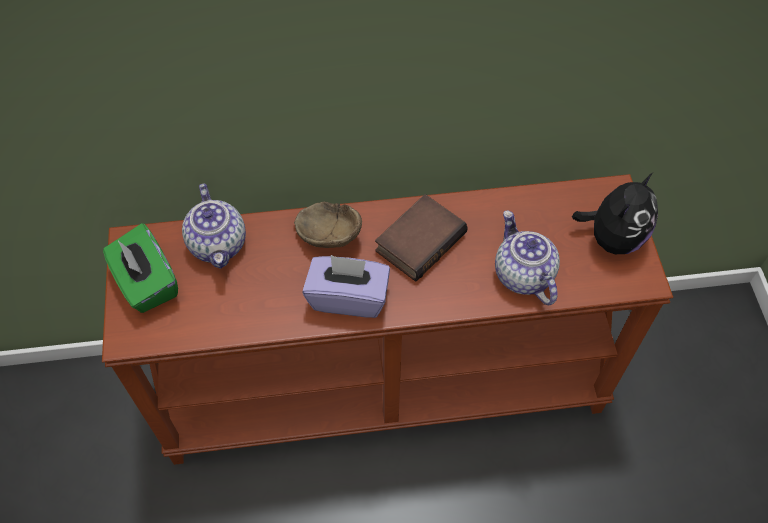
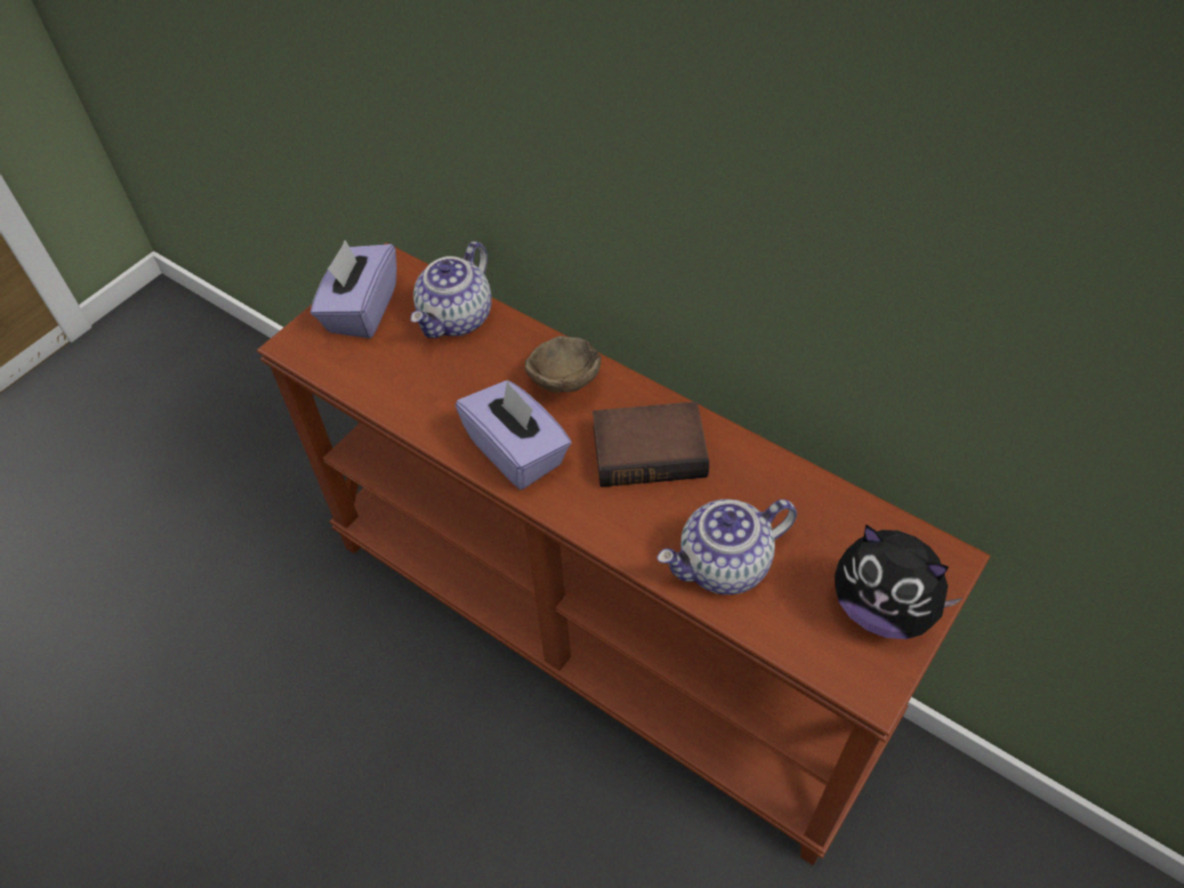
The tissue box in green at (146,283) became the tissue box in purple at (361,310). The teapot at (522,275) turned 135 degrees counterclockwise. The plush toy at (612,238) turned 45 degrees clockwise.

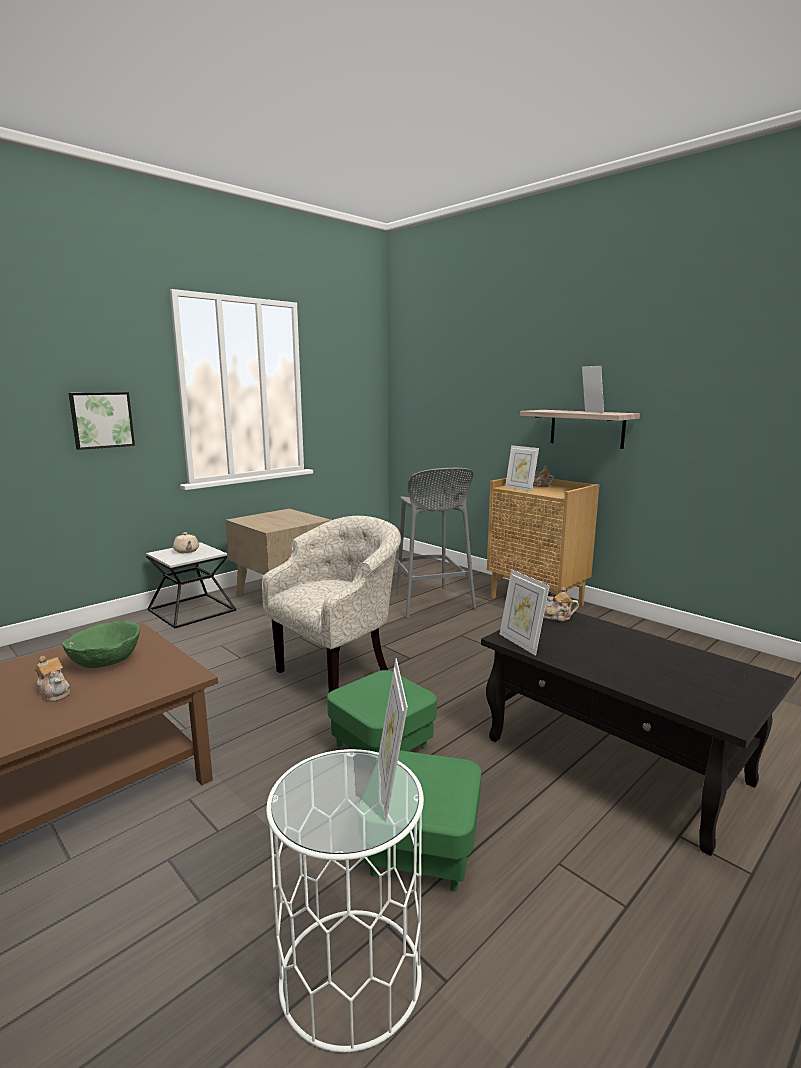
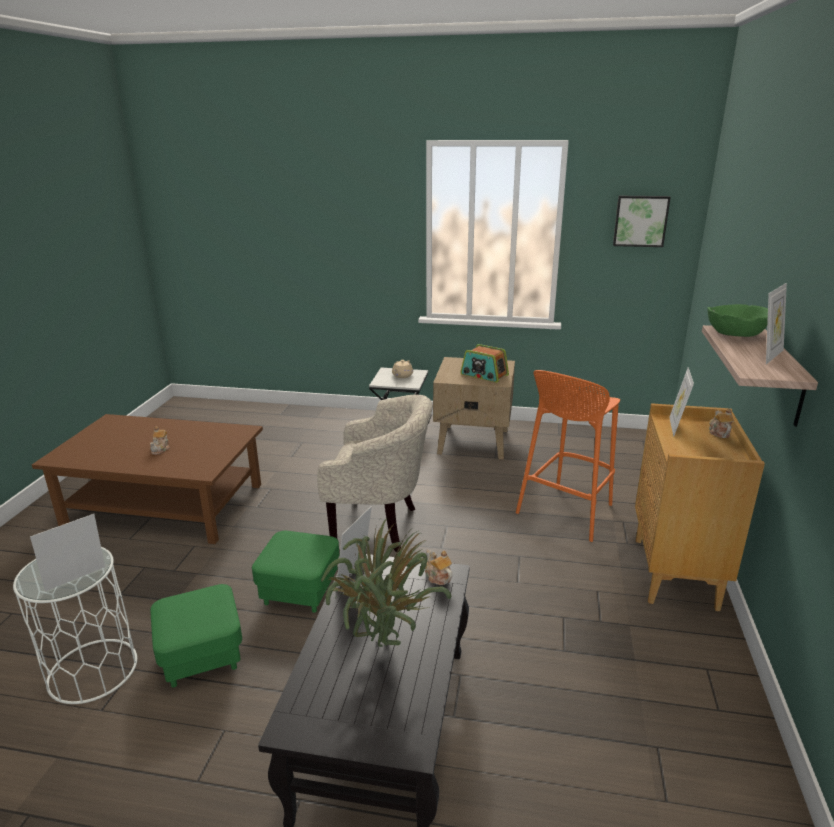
The potted plant at (381,647) appeared. The radio at (484,375) appeared. The bowl in green moved from (105,661) to (735,334). The picture moved from (101,420) to (640,221). The stool in grey at (431,602) became the stool in orange at (567,512).

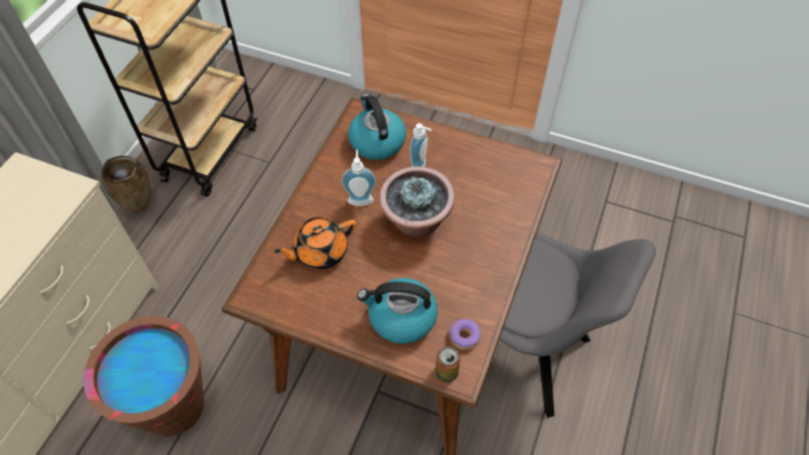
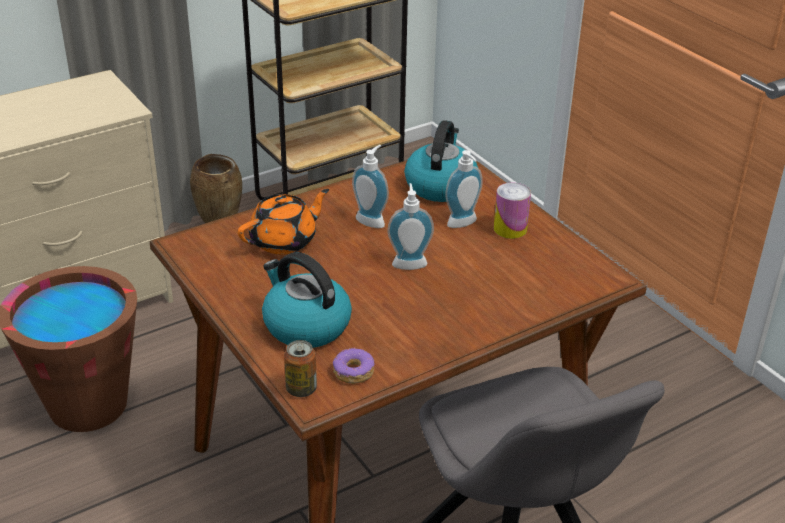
The can at (510,229) appeared. The potted plant at (416,222) was replaced by the soap dispenser at (409,262). The teapot in orange at (320,251) turned 135 degrees clockwise.

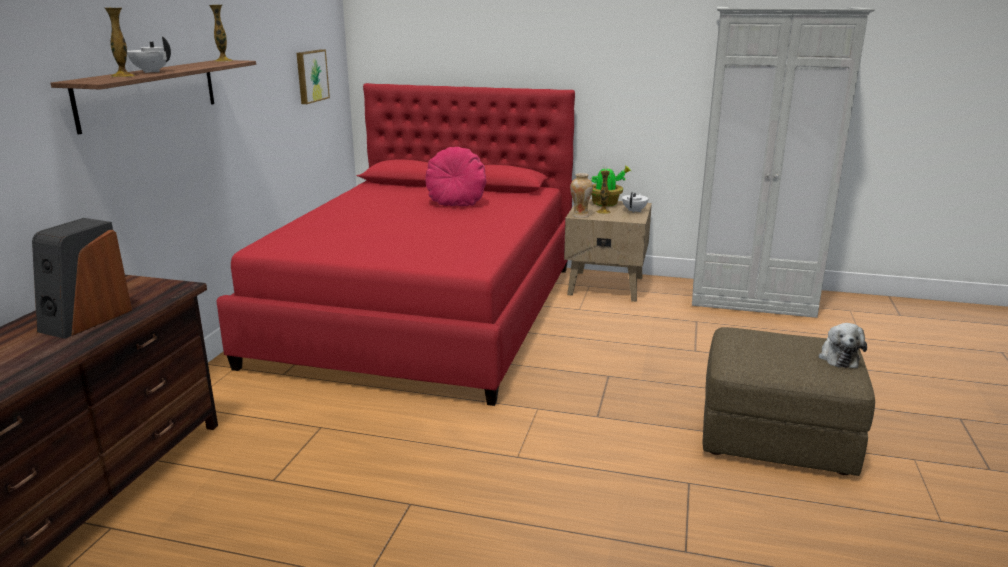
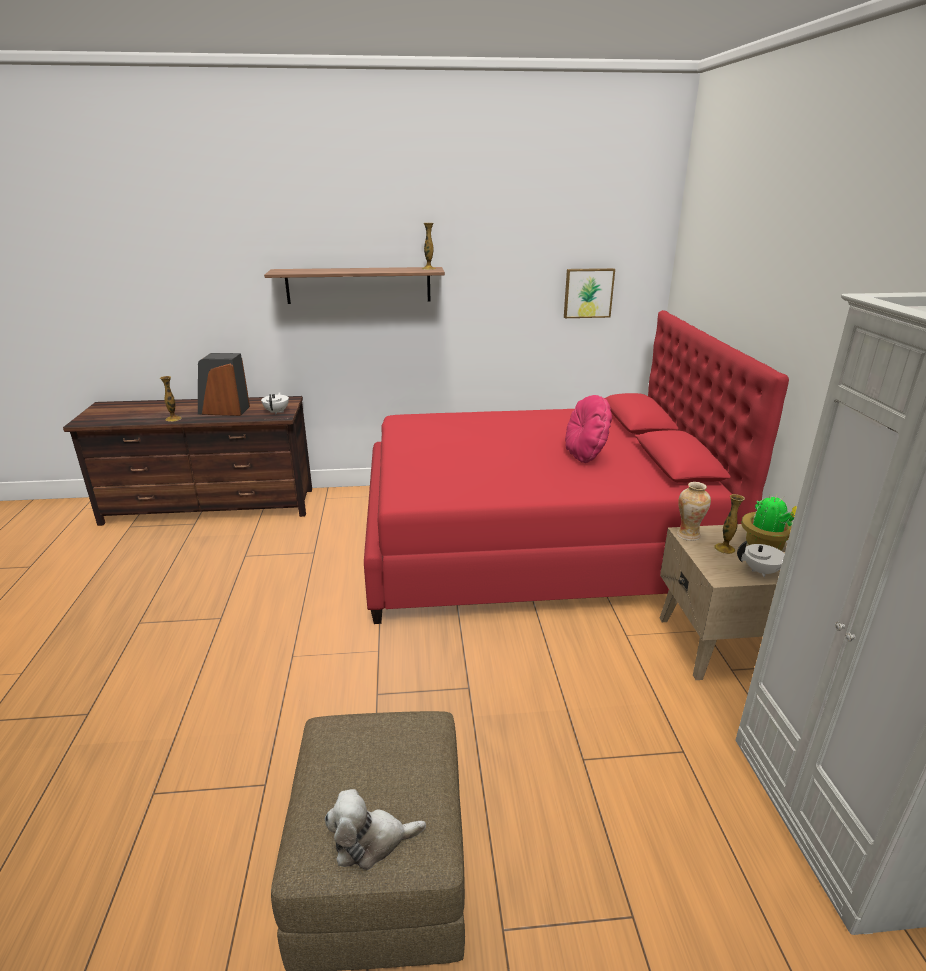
The vase moved from (123,76) to (173,419). The teapot in white moved from (151,71) to (277,412).

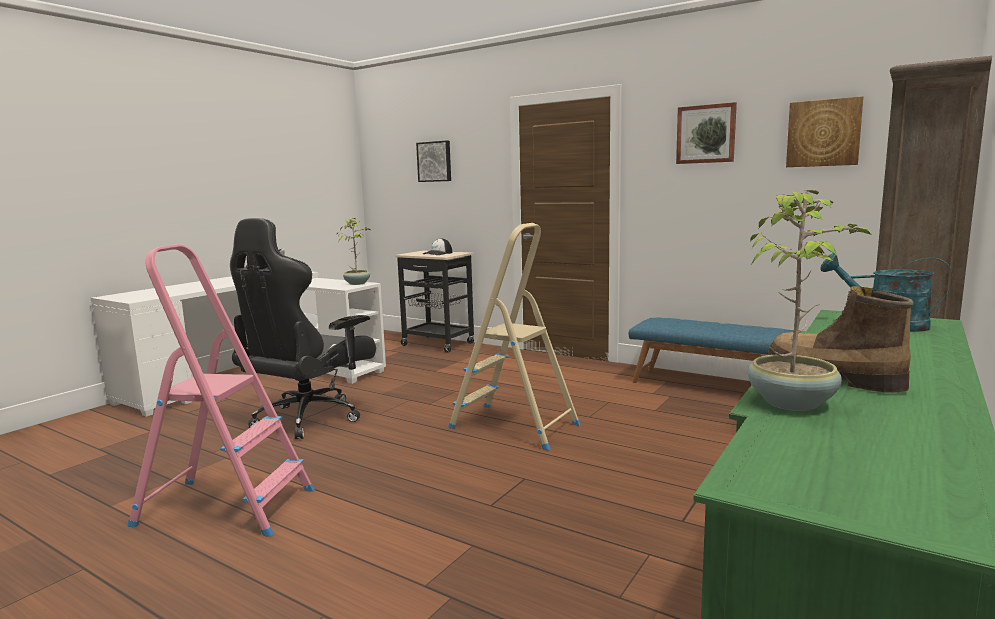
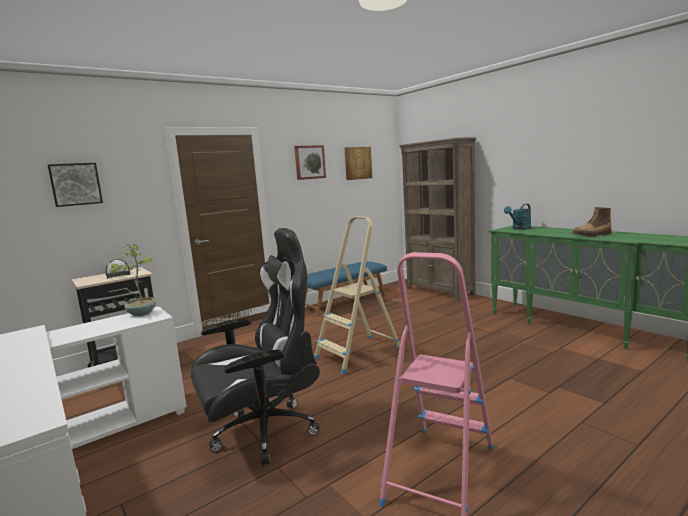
The potted plant at (792,402) disappeared. The office chair in black at (312,417) turned 75 degrees counterclockwise.

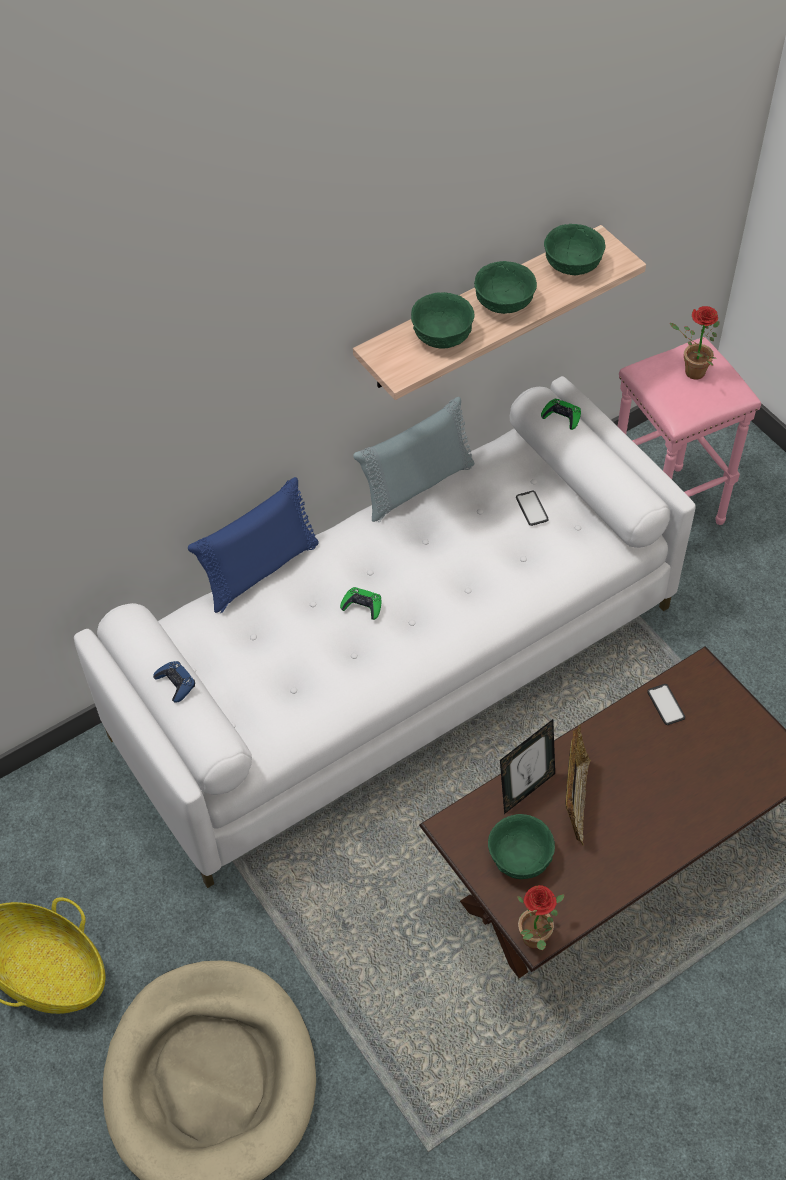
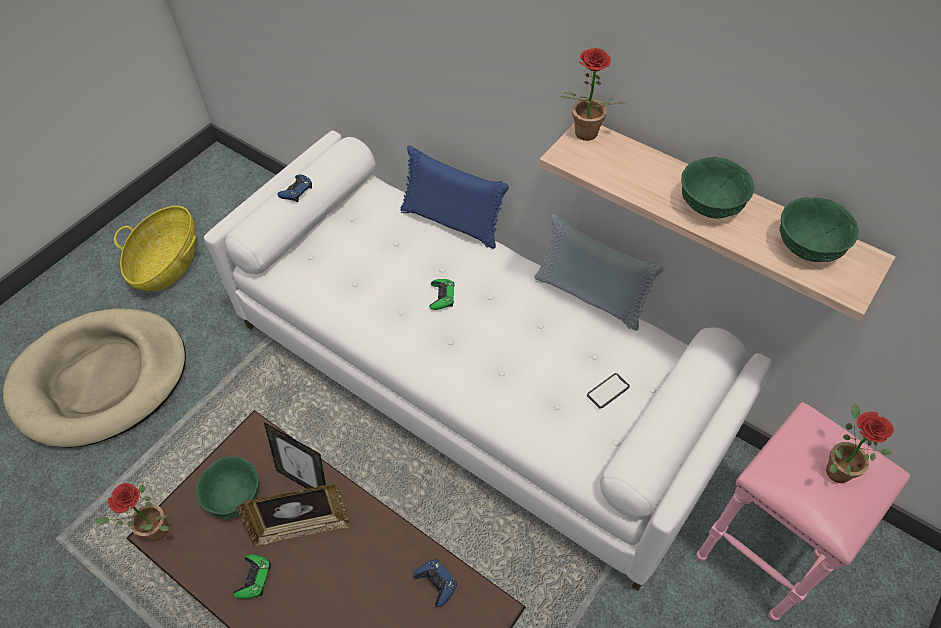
The bowl in green at (443,336) disappeared. The potted plant at (583,136) appeared. The game controller in green moved from (561,417) to (254,578). The phone at (666,705) was replaced by the game controller in blue at (436,583).

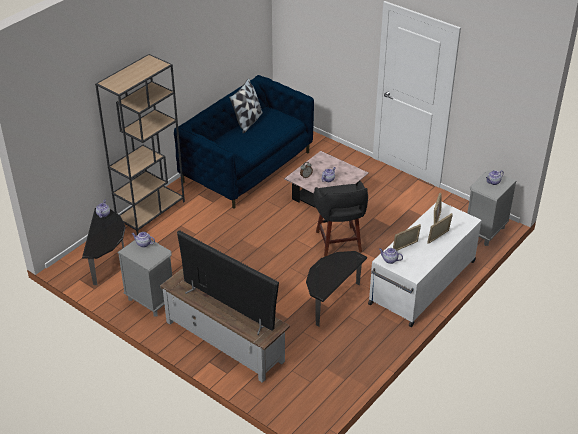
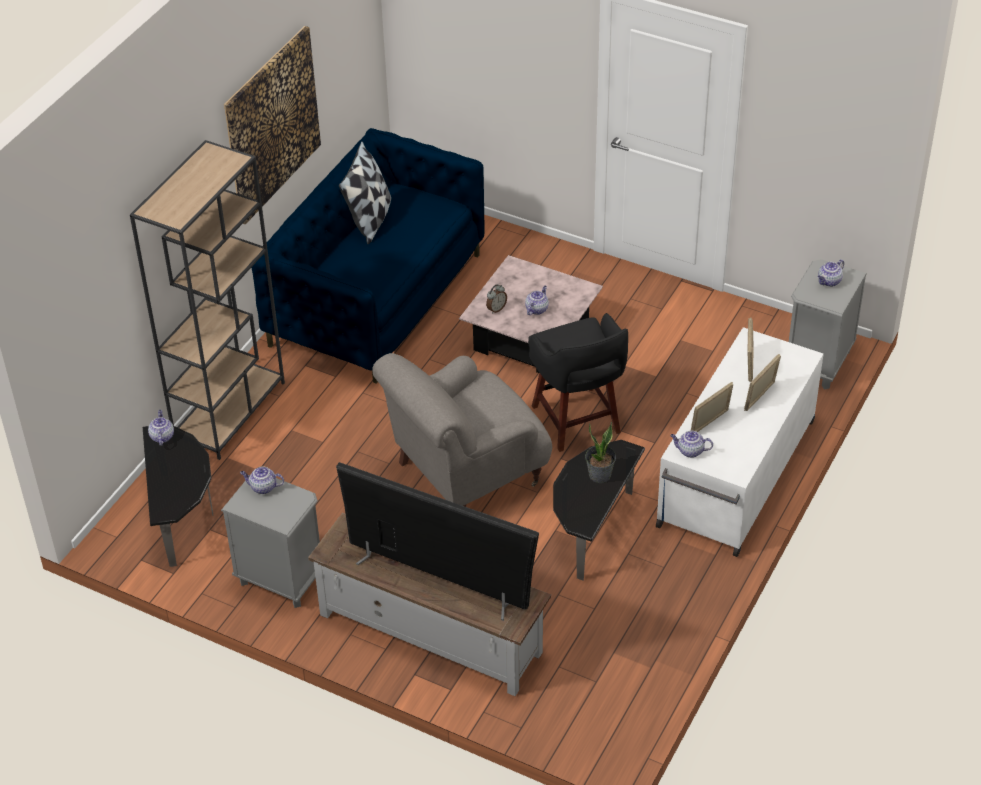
The picture at (272,124) appeared. The armchair in grey at (465,475) appeared. The potted plant at (600,475) appeared.

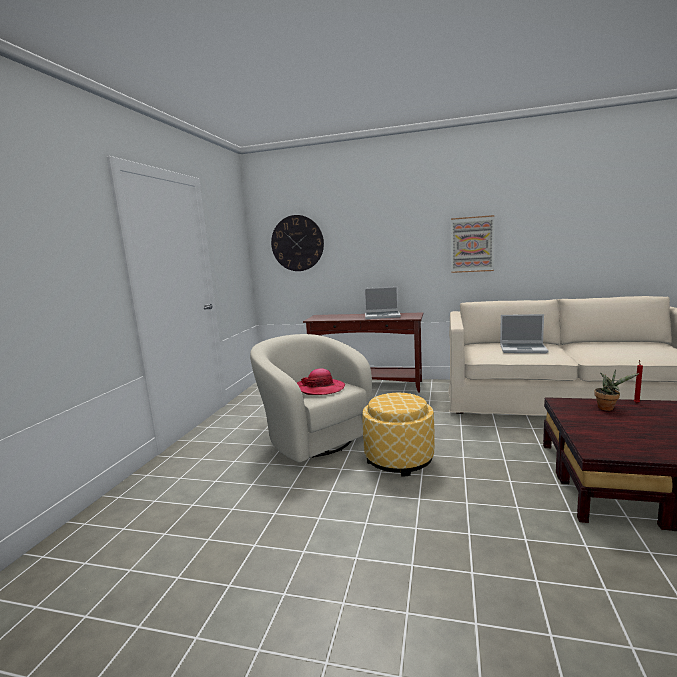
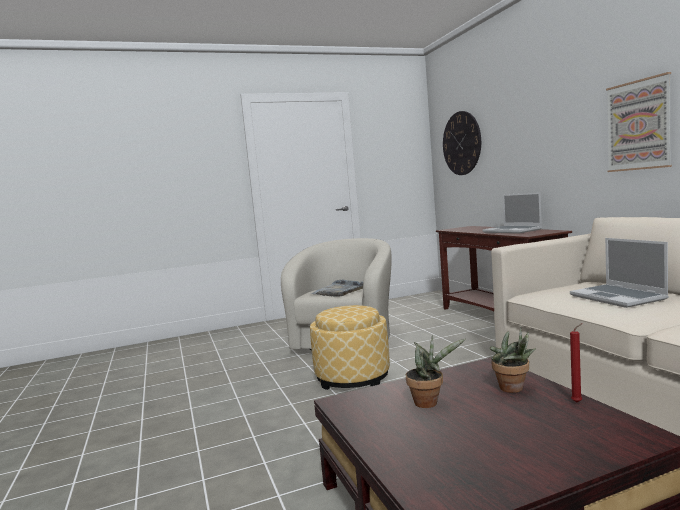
The potted plant at (429,402) appeared. The hat at (320,388) was replaced by the tray in grey at (340,290).

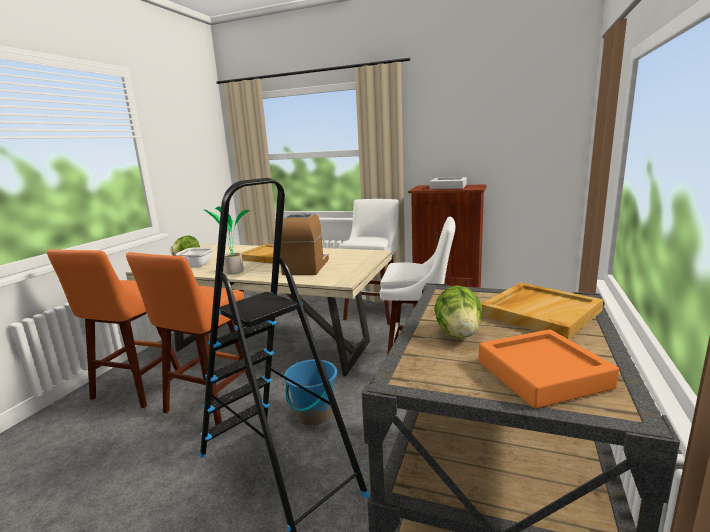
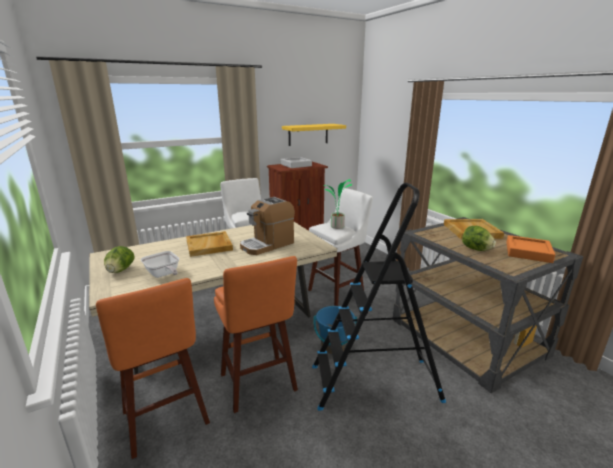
The shelf in yellow at (308,134) appeared. The potted plant moved from (233,272) to (337,227). The coffee machine at (306,266) turned 90 degrees counterclockwise.

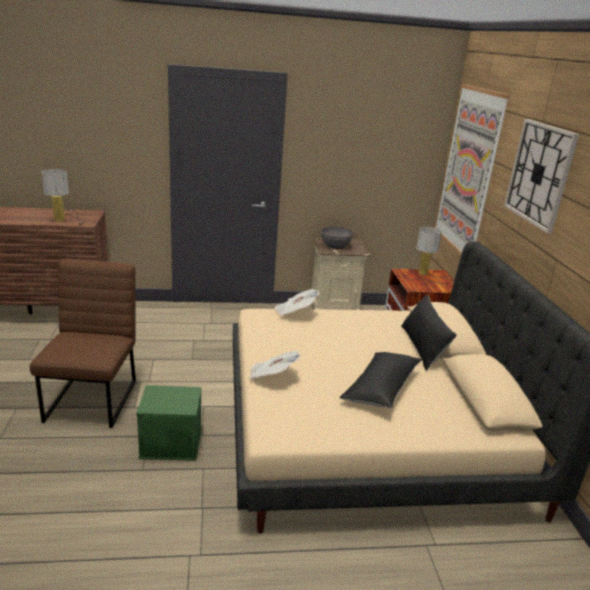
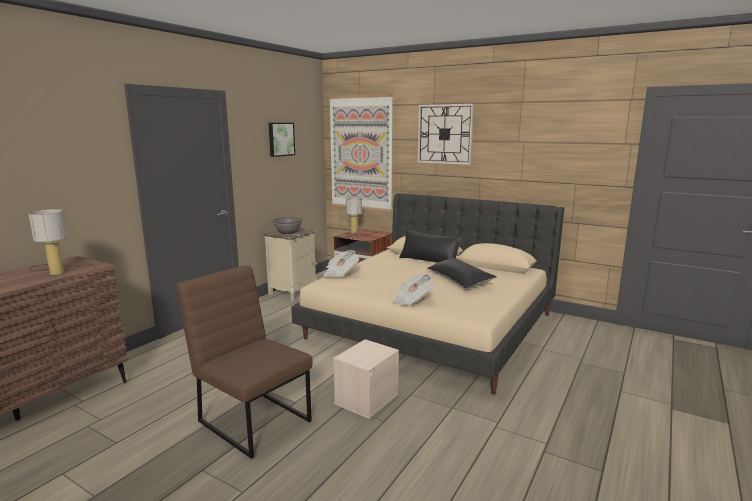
The picture at (280,139) appeared. The storage box in green at (172,443) became the storage box in beige at (366,398).

